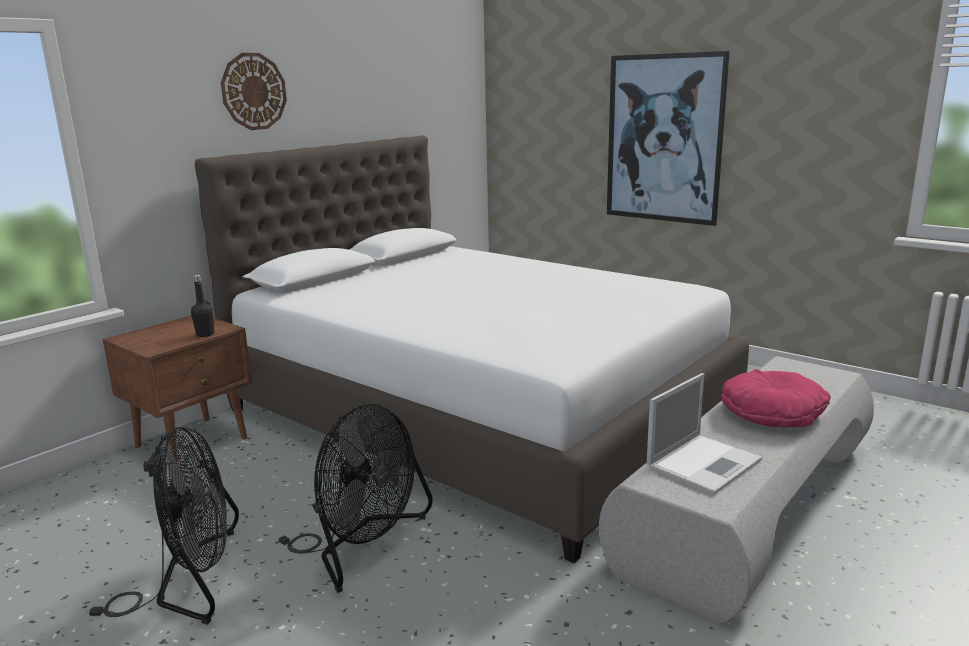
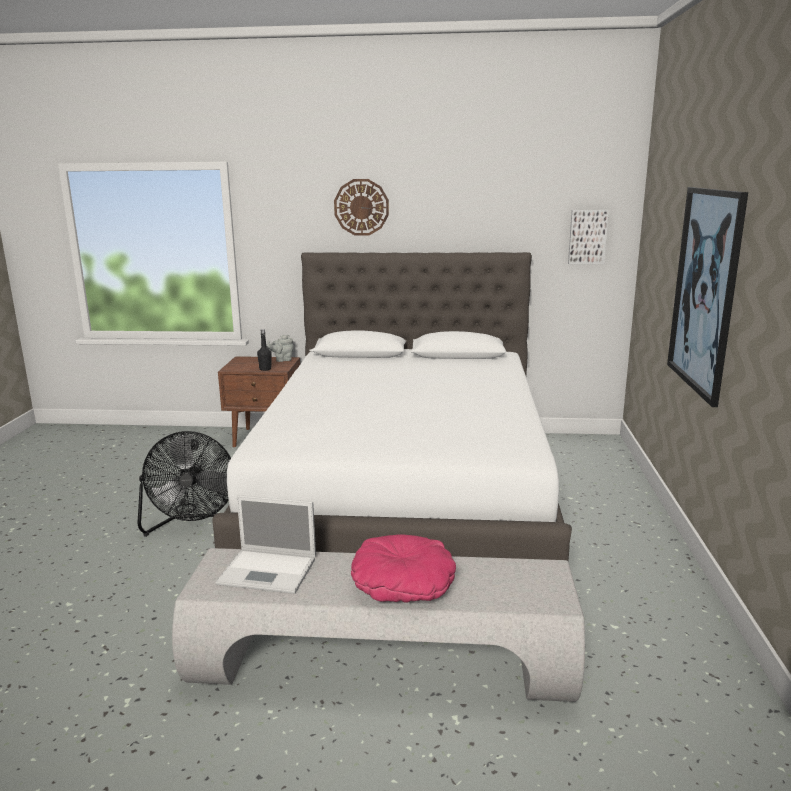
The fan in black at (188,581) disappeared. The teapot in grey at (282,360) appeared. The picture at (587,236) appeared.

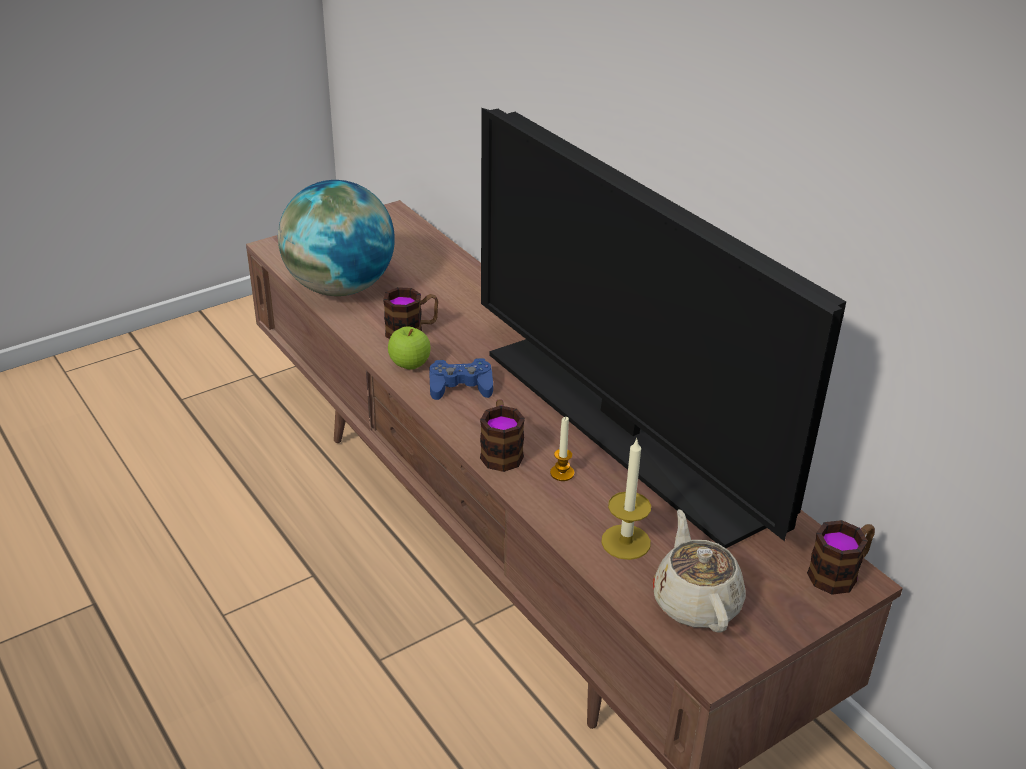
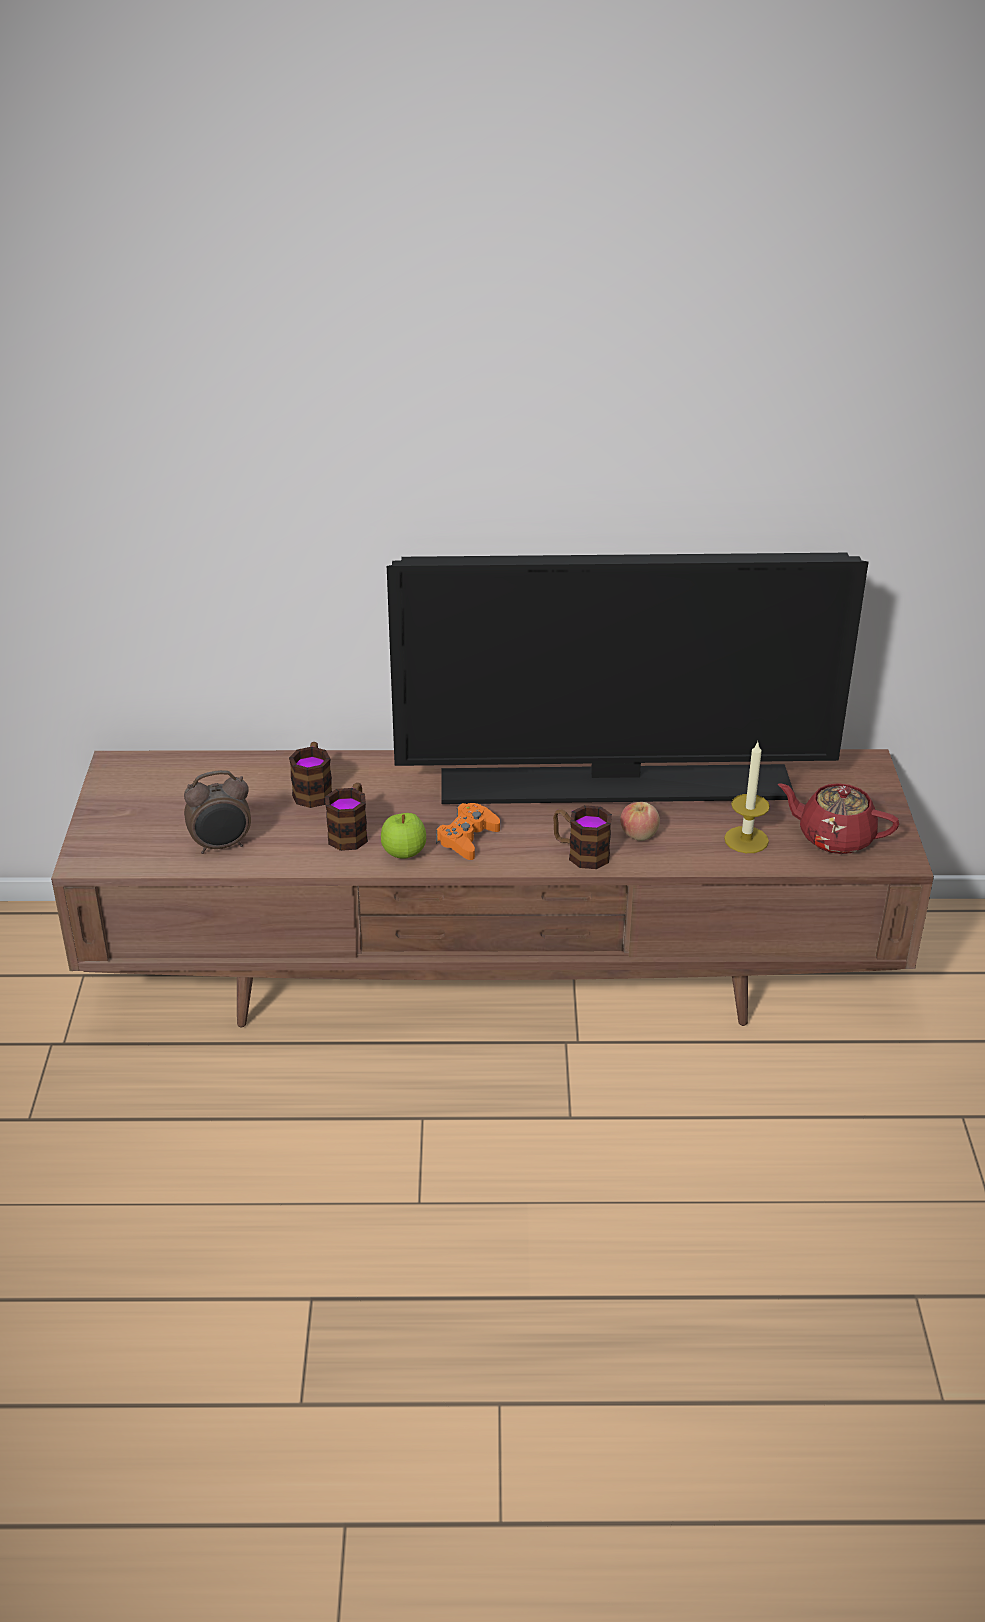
The mug moved from (839,572) to (313,790). The globe at (341,287) was replaced by the alarm clock at (222,846). The candle at (562,473) was replaced by the apple at (638,835). The game controller in blue at (460,386) became the game controller in orange at (467,838). The teapot in beige at (695,601) became the teapot in red at (834,837).

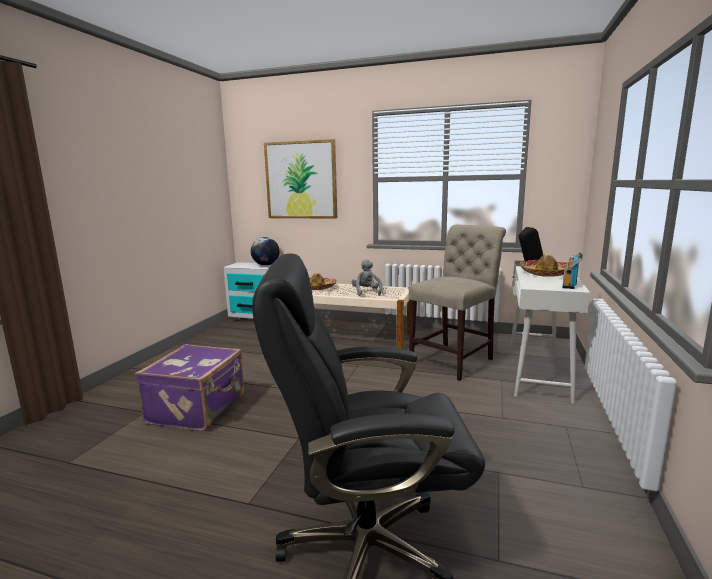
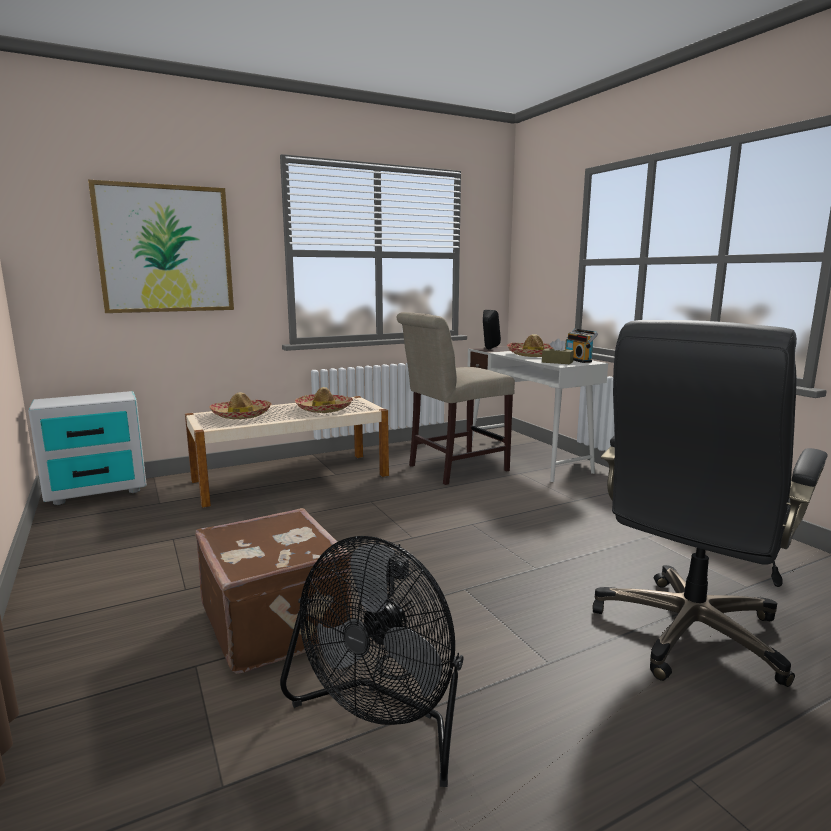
The globe at (266,265) disappeared. The fan in black at (380,714) appeared. The tissue box in brown at (557,362) appeared. The plush toy in grey at (366,292) was replaced by the hat at (324,409). The suitcase in purple at (199,409) became the suitcase in brown at (277,621). The chair in beige at (455,360) turned 120 degrees counterclockwise.

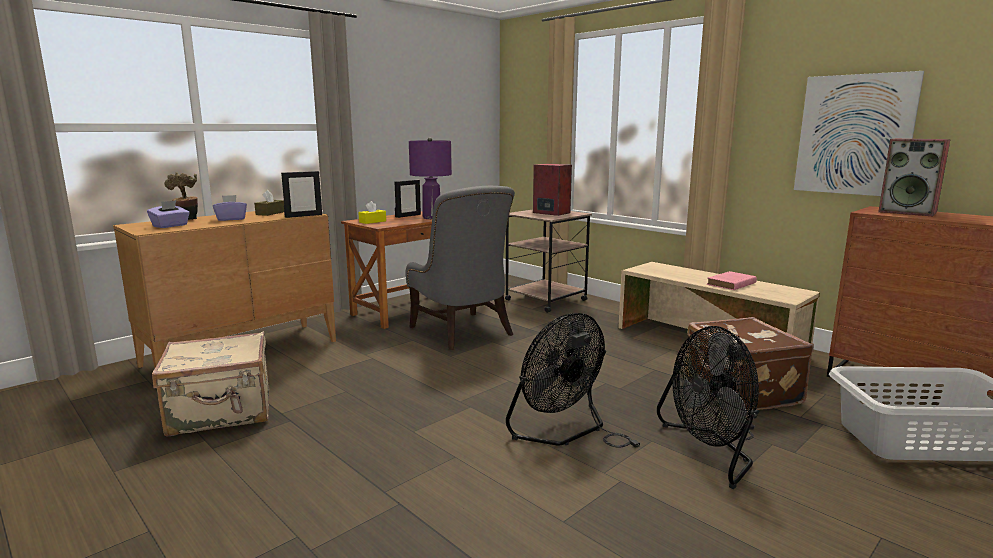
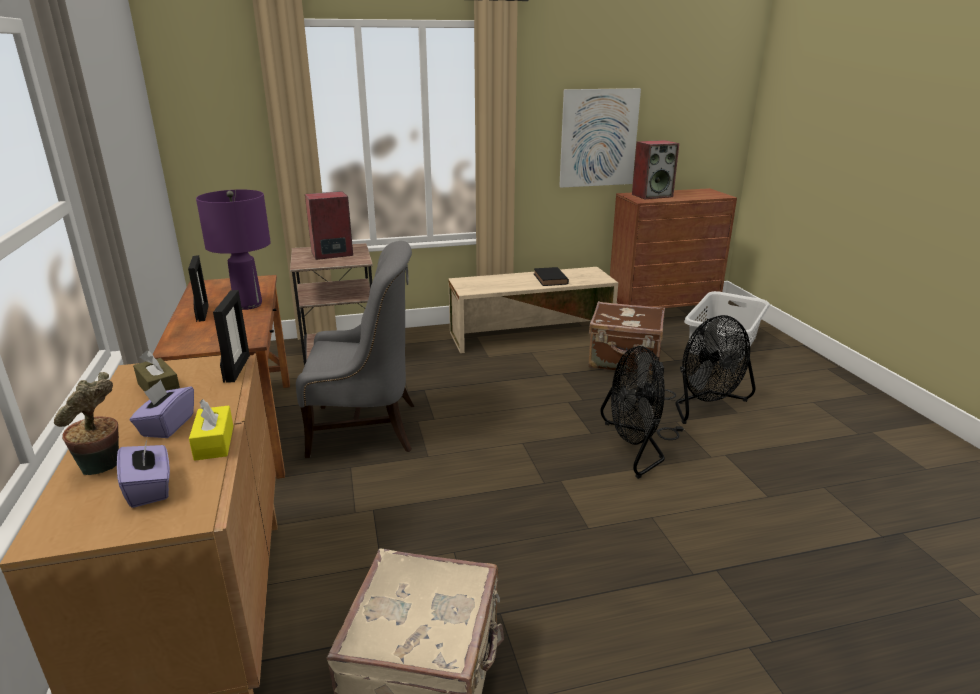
The tissue box in yellow moved from (372,221) to (214,442). The book in pink at (730,284) became the book in black at (550,279). The fan in black at (713,448) turned 45 degrees counterclockwise.

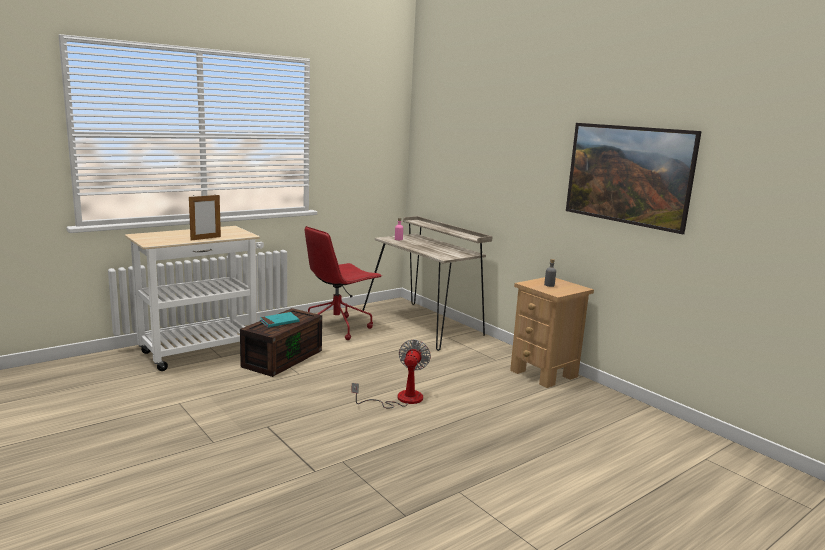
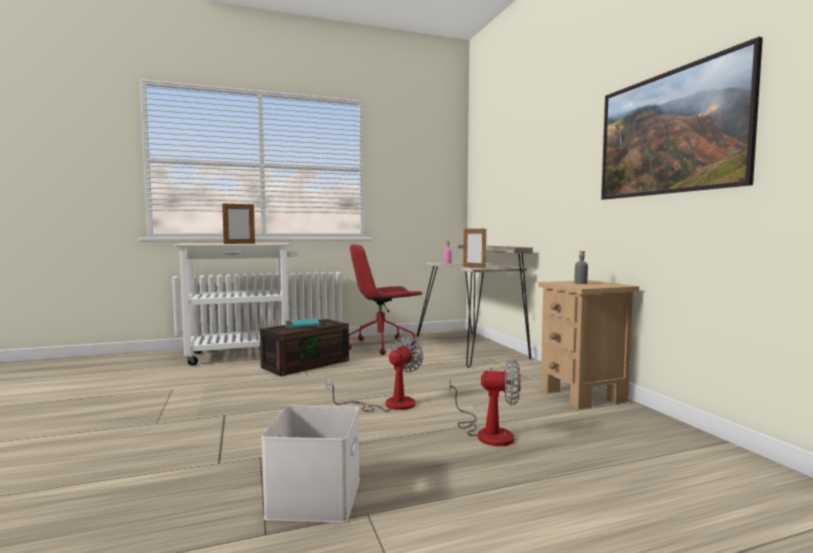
The storage box in white at (316,498) appeared. The fan at (487,432) appeared. The picture frame at (474,267) appeared.

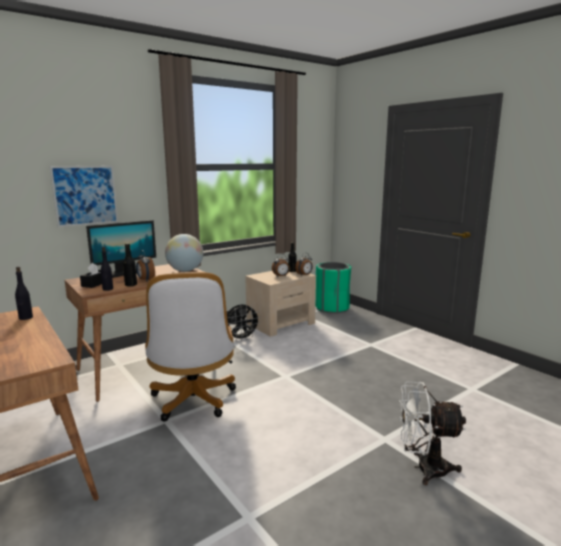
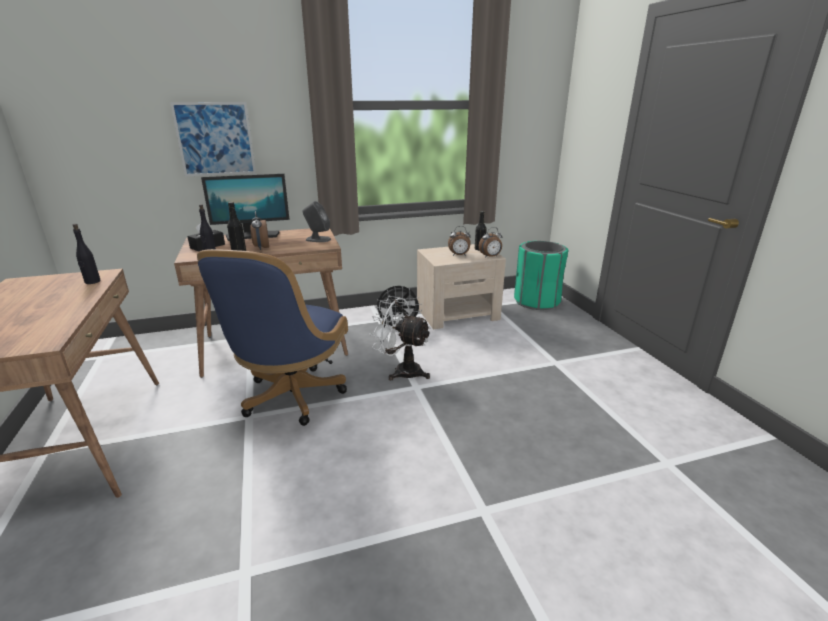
The fan in white moved from (423,468) to (401,371). The globe at (185,270) was replaced by the speaker in grey at (318,239). The office chair in white at (193,404) became the office chair in blue at (290,402).

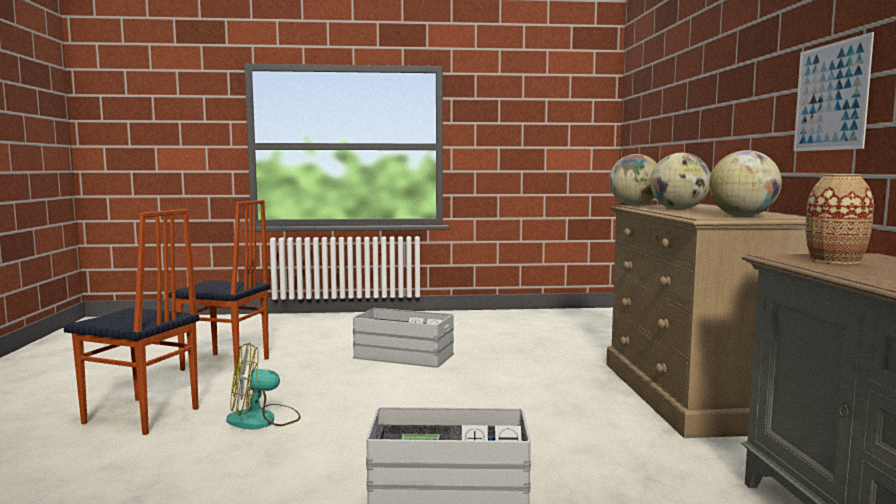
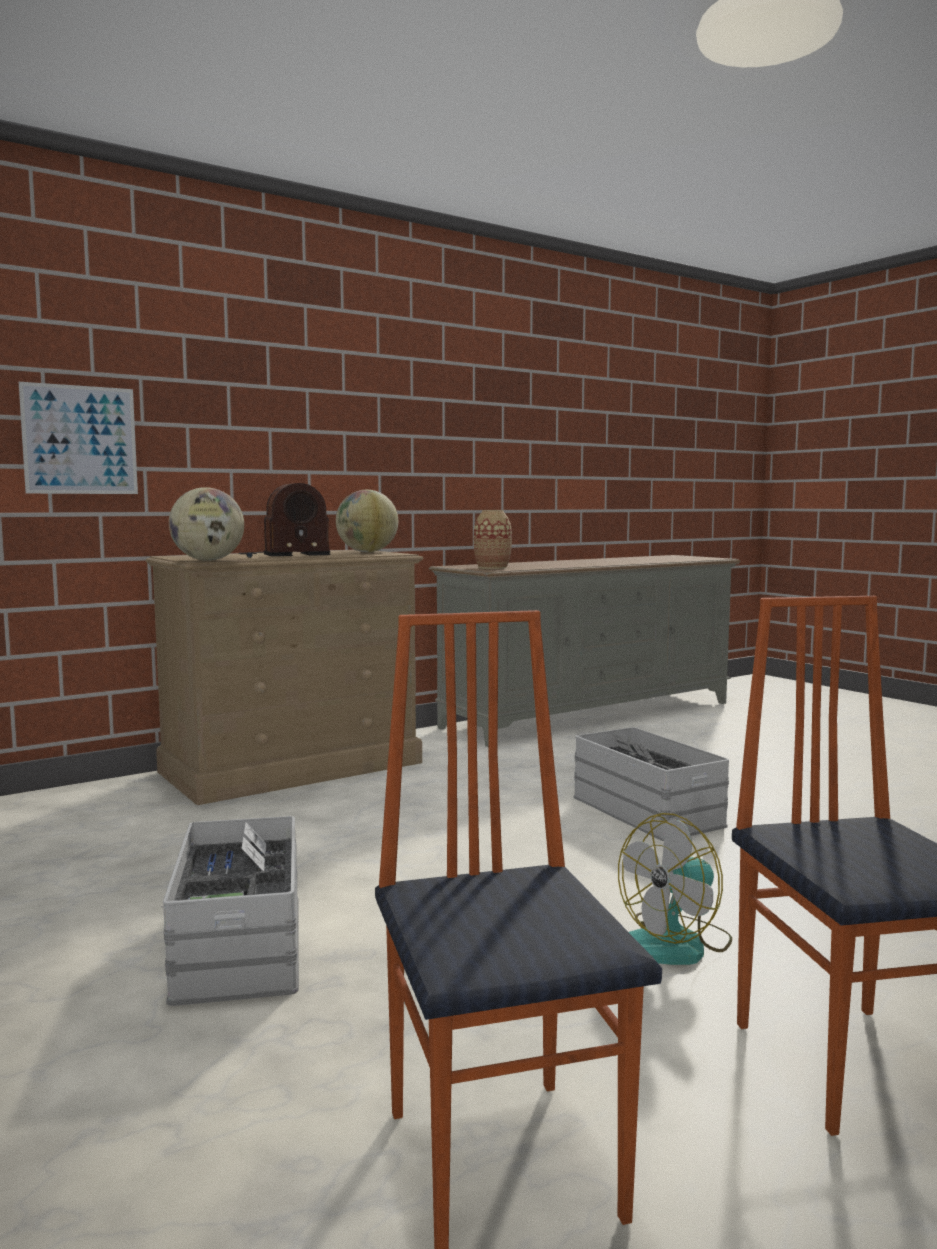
The picture moved from (830,97) to (80,440). The globe at (679,209) was replaced by the radio at (283,556). The fan at (263,420) turned 105 degrees clockwise.

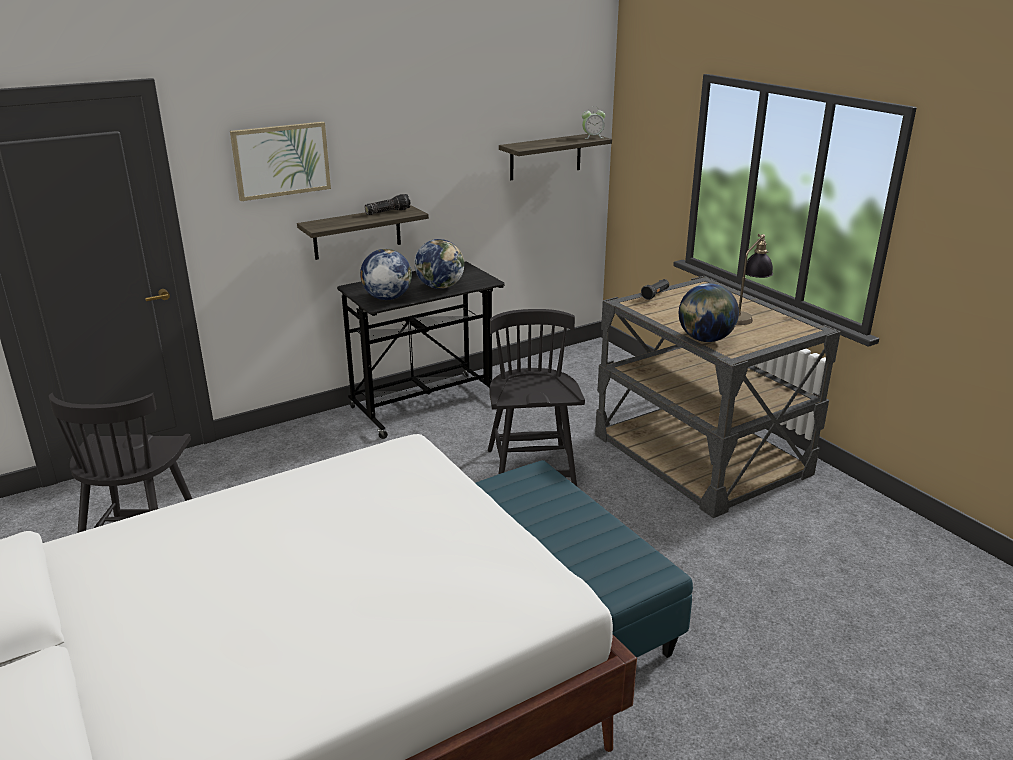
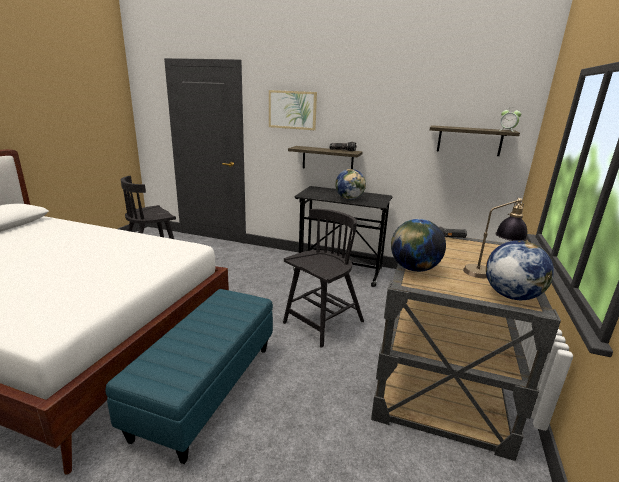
The globe moved from (387,298) to (511,296).

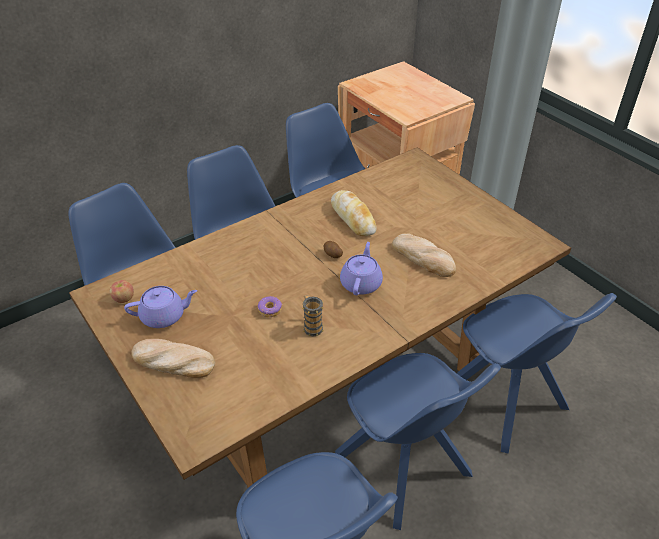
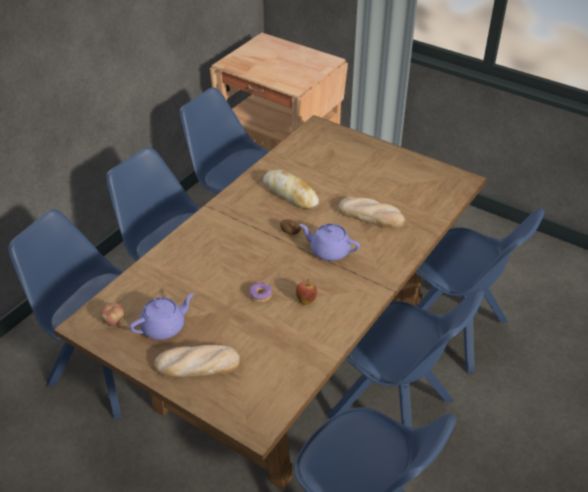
The mug at (311,326) was replaced by the apple at (306,300). The teapot in purple at (361,283) turned 60 degrees counterclockwise.

